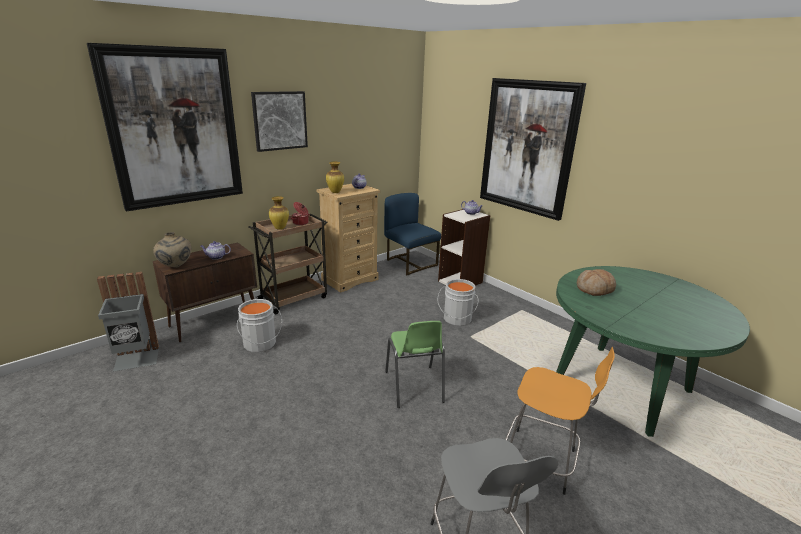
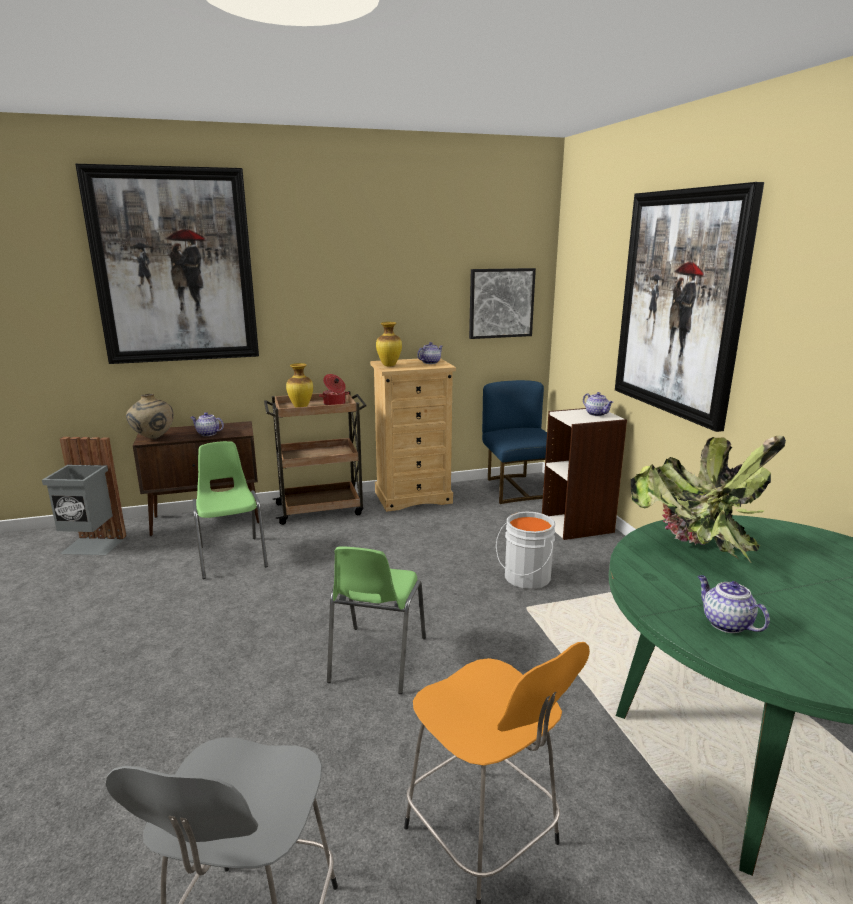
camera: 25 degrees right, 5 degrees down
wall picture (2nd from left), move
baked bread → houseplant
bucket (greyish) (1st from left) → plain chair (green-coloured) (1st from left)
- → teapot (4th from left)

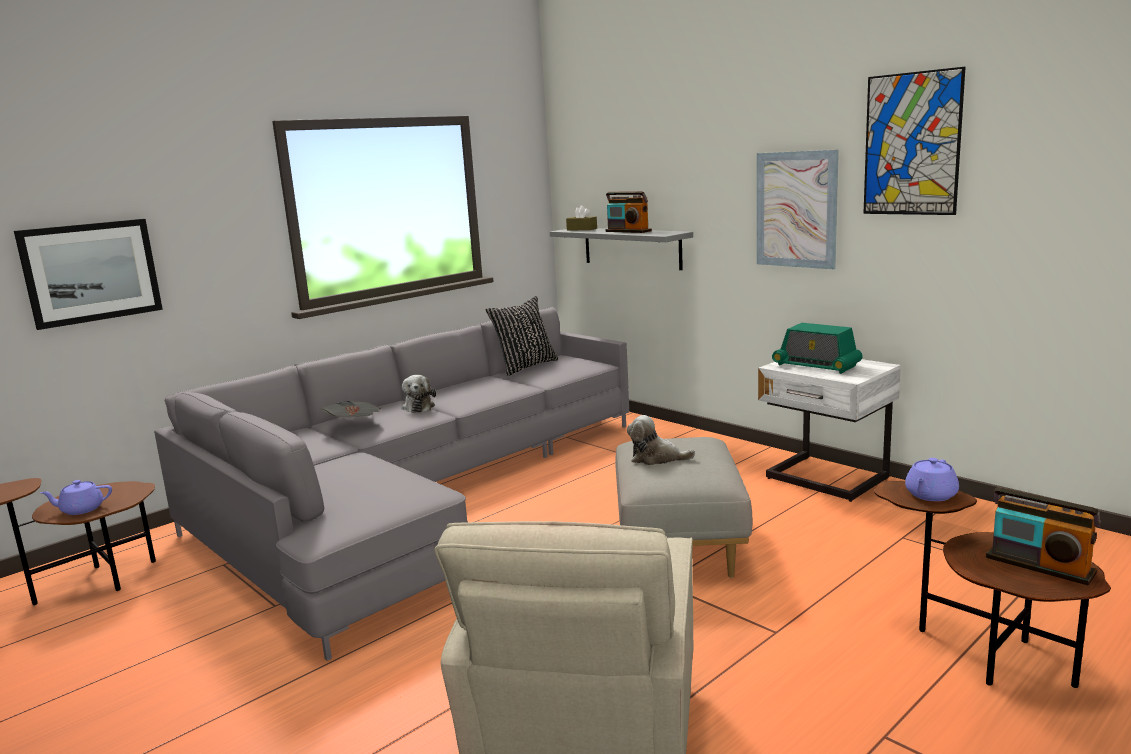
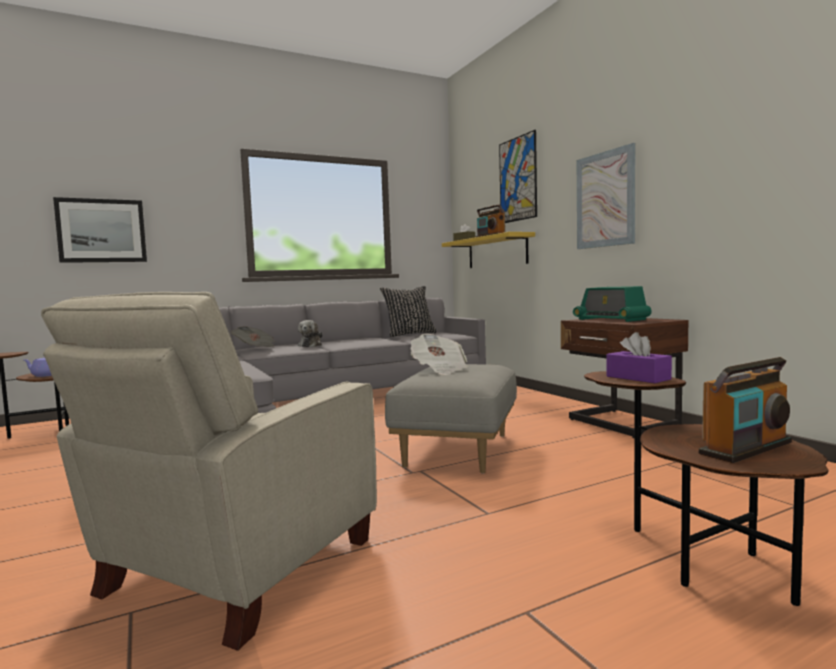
camera: 15 degrees right, 10 degrees down
wall picture (3rd from left in the first image) → wall picture (2nd from left), move
bracket shelf (greyish) → bracket shelf (yellow-coloured)
bedside table (whitish) → bedside table (brownish)
cuddly toy (2nd from left) → newspaper (2nd from left)
teapot (purplish) (2nd from left) → tissue box (purplish)
radio set (3rd from left), 90 degrees counterclockwise

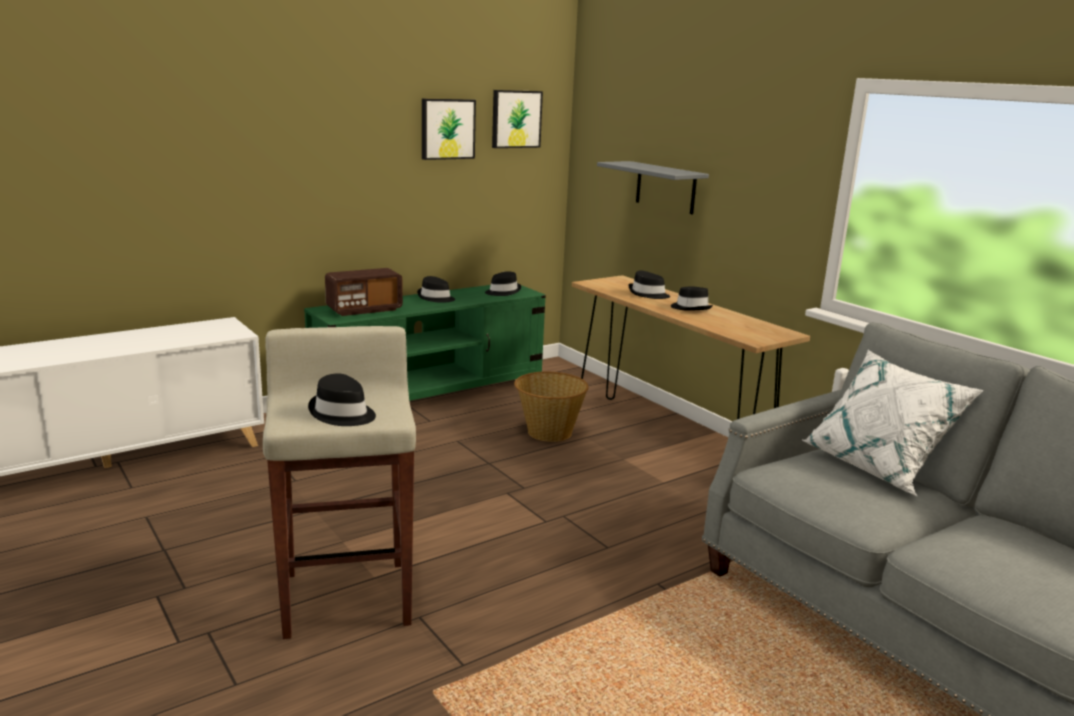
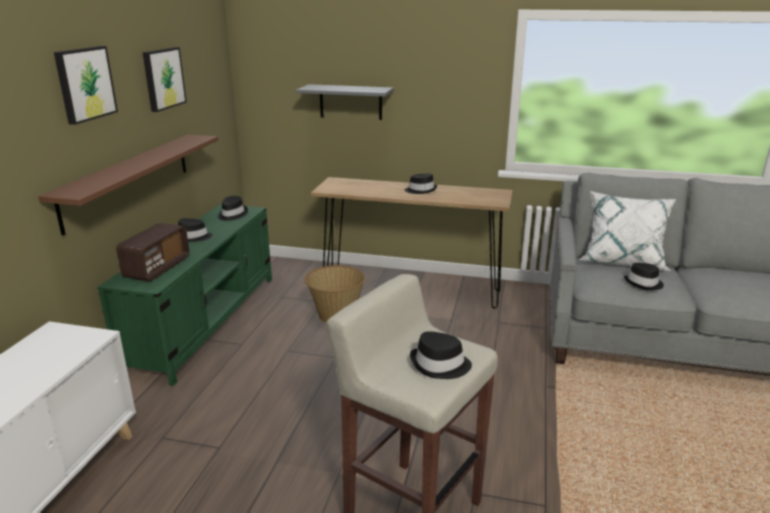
camera: 40 degrees left, 5 degrees up
wall picture (2nd from left in the first image) → wall picture (1st from left), move
clothing hat (black-coloured) (4th from left in the first image) → clothing hat (black-coloured) (5th from left), move
- → bracket shelf (brownish)

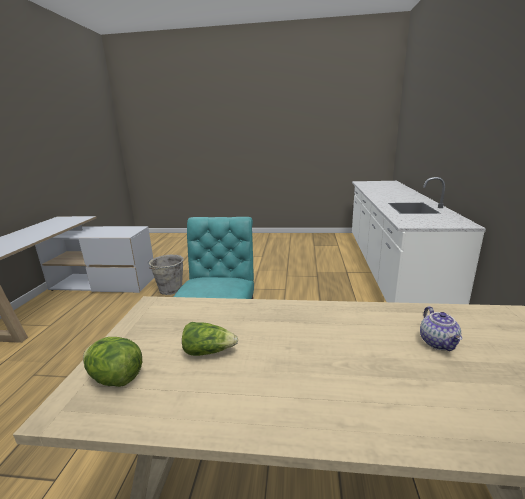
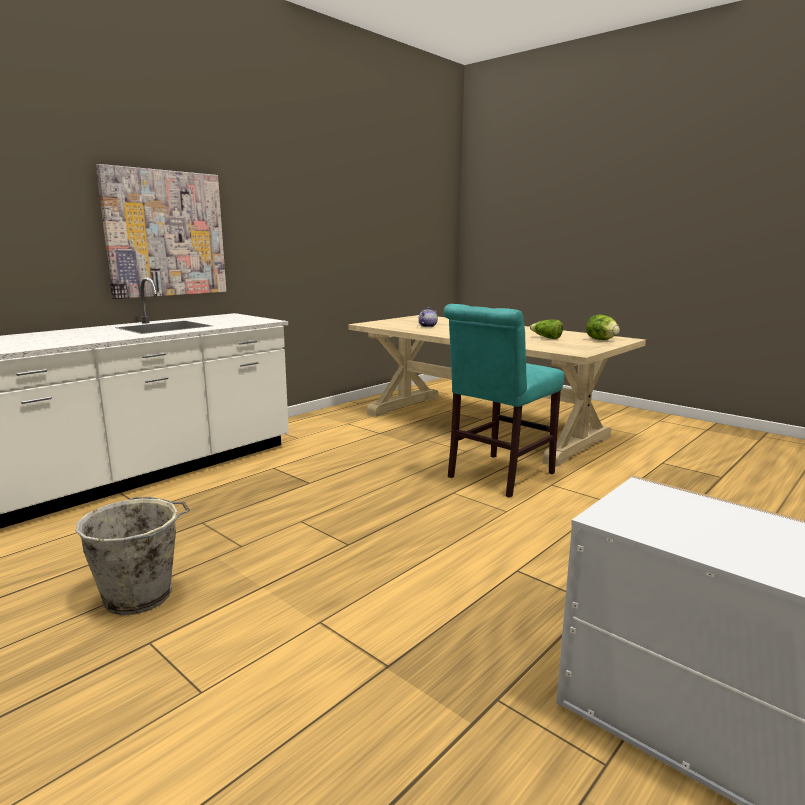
camera: 145 degrees left, 5 degrees down
bucket (greyish), move
- → wall picture

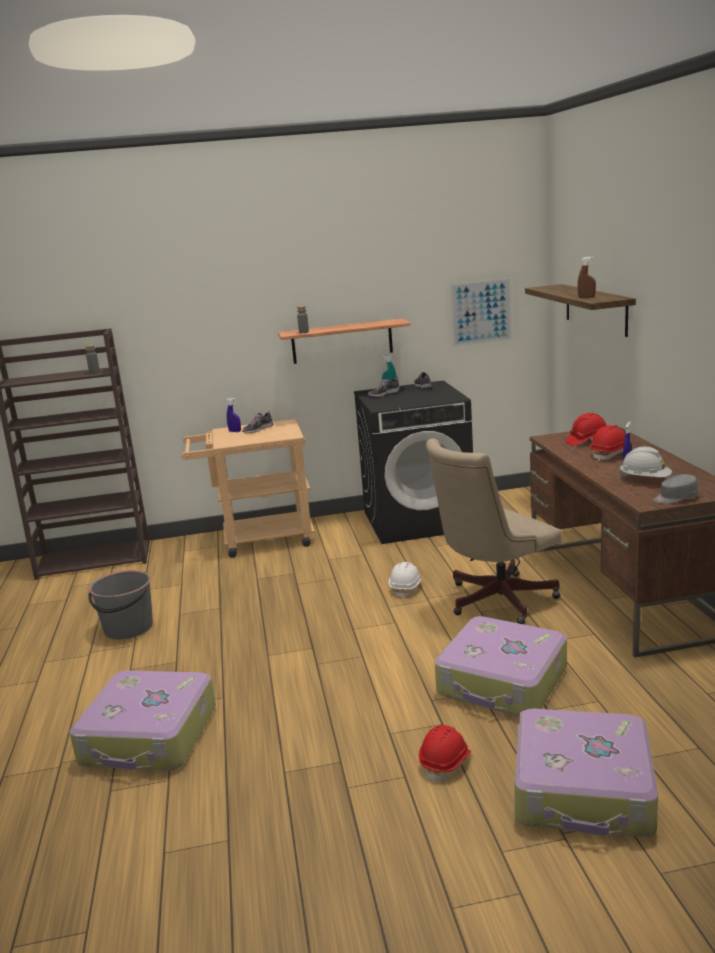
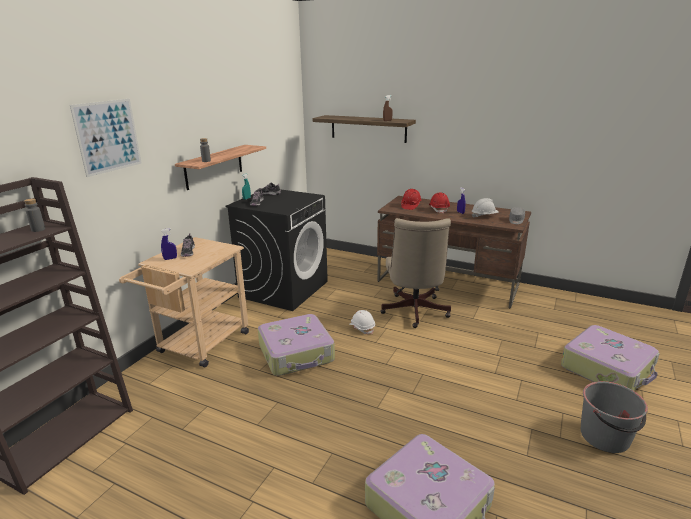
camera: 55 degrees left, 5 degrees up
wall picture, move
bucket (greyish), move
travel case (2nd from left in the first image) → travel case (1st from left), move
safety helmet (reddish) (1st from left) → -

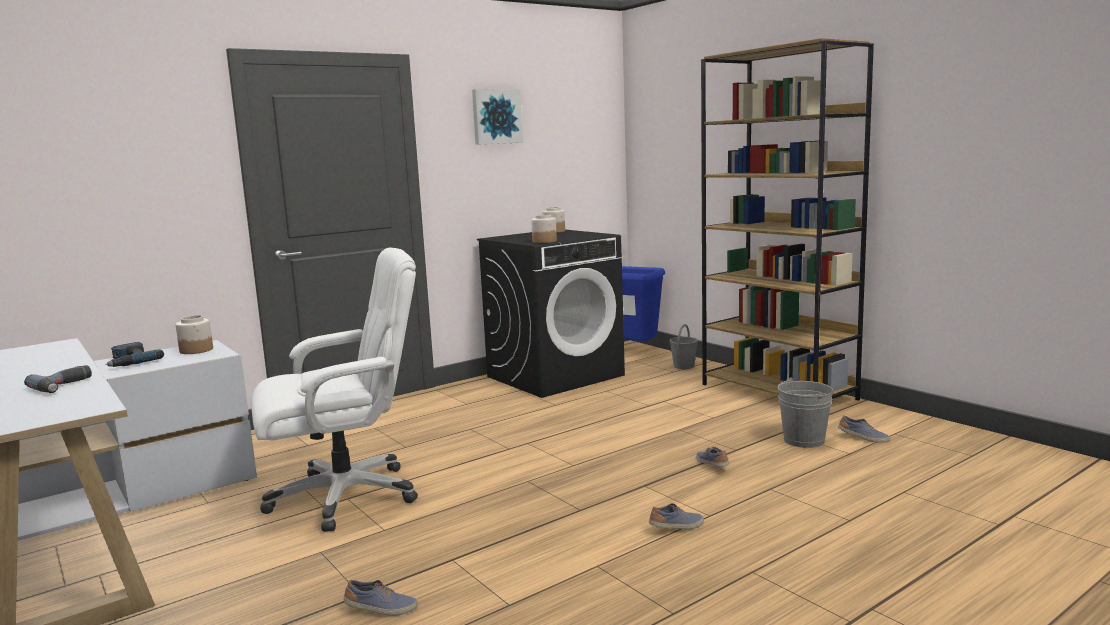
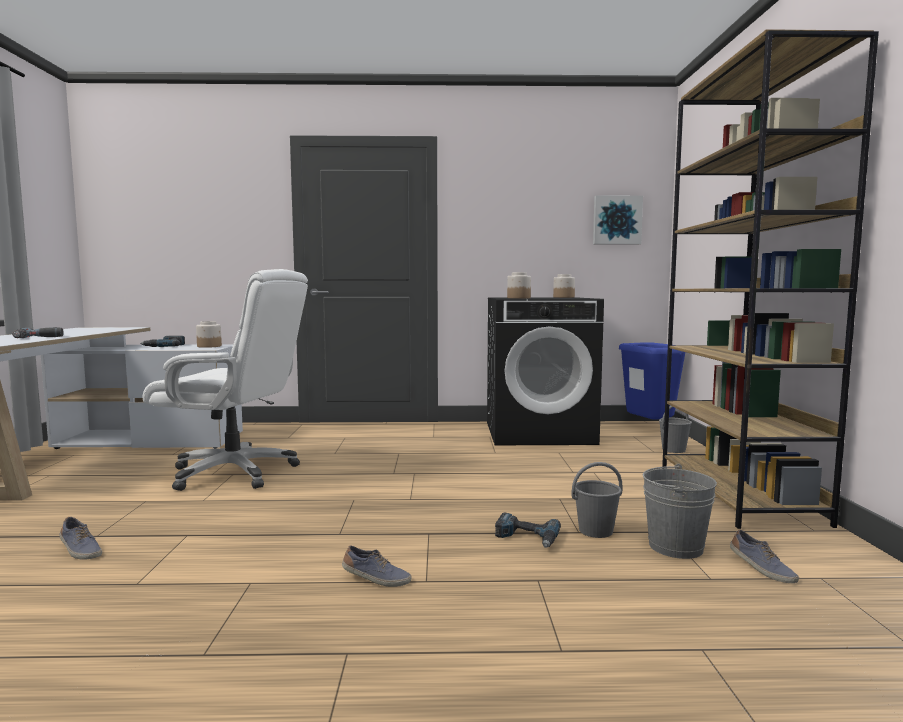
camera: 35 degrees right, 5 degrees down
wall picture, move
low shoe (3rd from left) → power drill (3rd from left)
- → bucket (greyish) (1st from left)

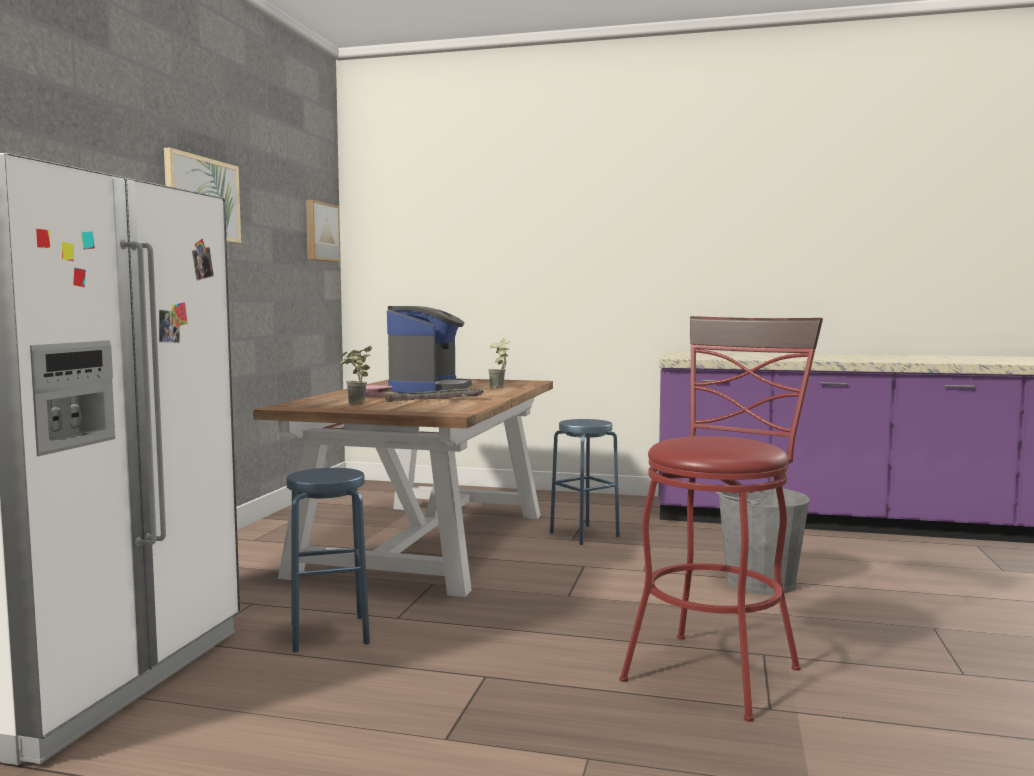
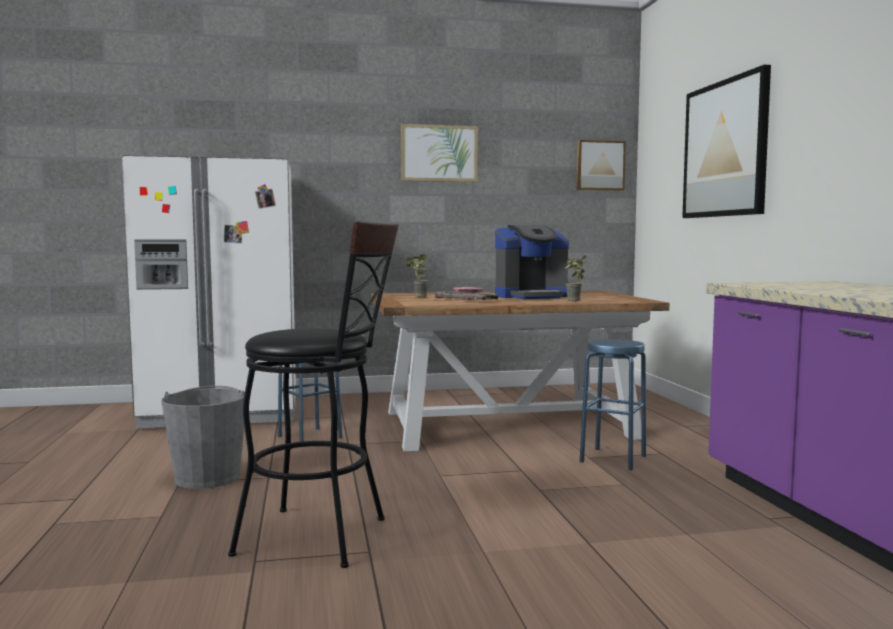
camera: 65 degrees right, 0 degrees up
stool (reddish) → stool (black-coloured)
bucket (greyish), move
- → wall picture (3rd from left)

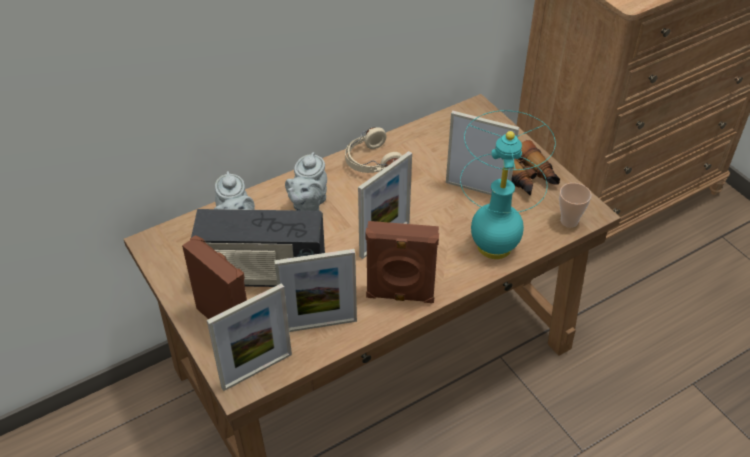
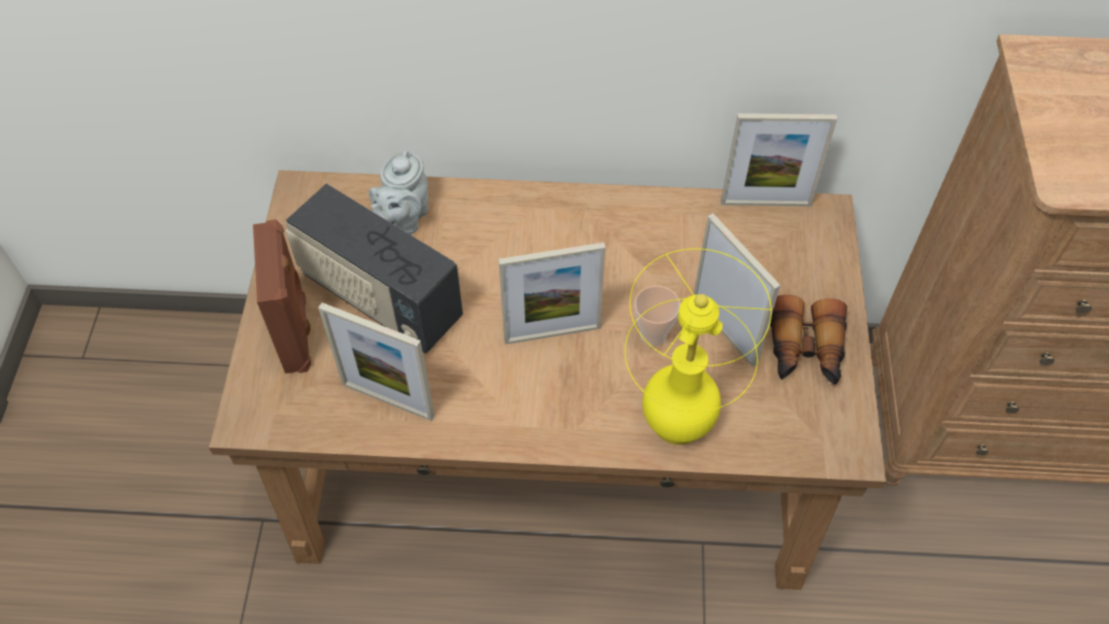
camera: 35 degrees right, 10 degrees up
tabletop lamp (turquoise) → tabletop lamp (yellow-coloured)
headset (beige-coloured) → -
teapot (greyish) (2nd from left) → -
cup, move
speaker (brownish) (2nd from left) → -
photo frame (1st from left in the first image) → photo frame (4th from left), move

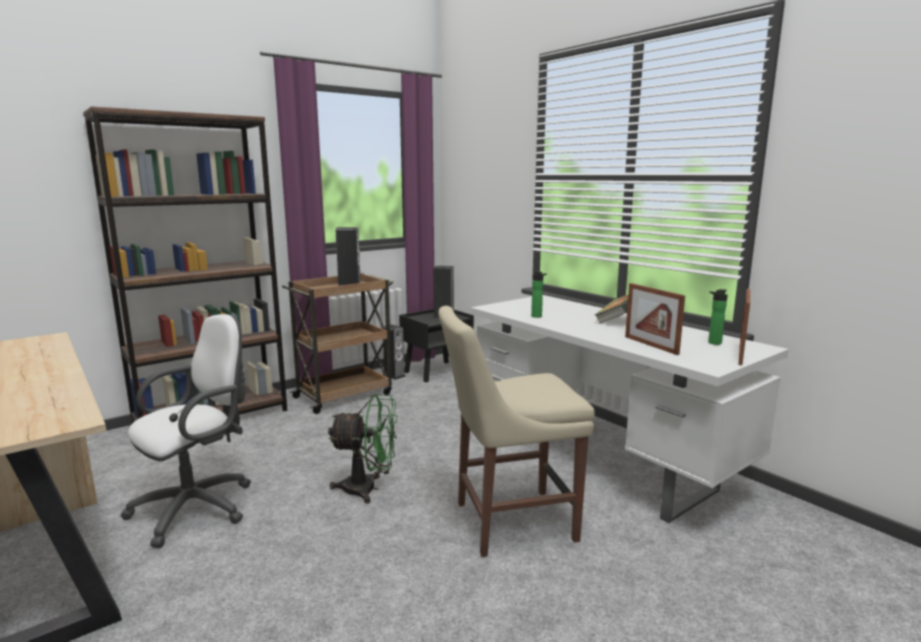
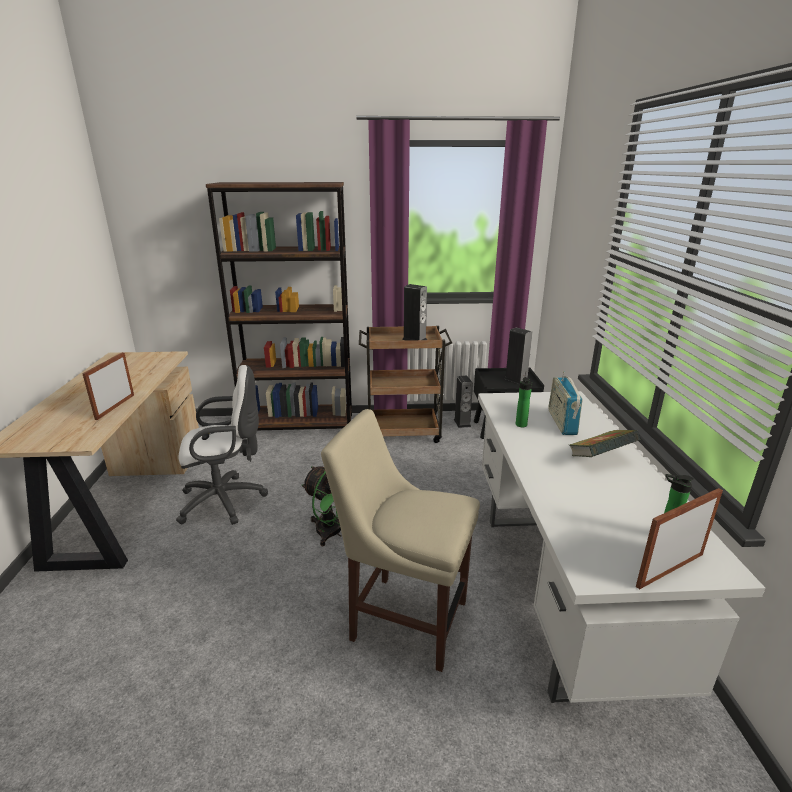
camera: 35 degrees right, 10 degrees up
photo frame (1st from left), move
- → radio set

